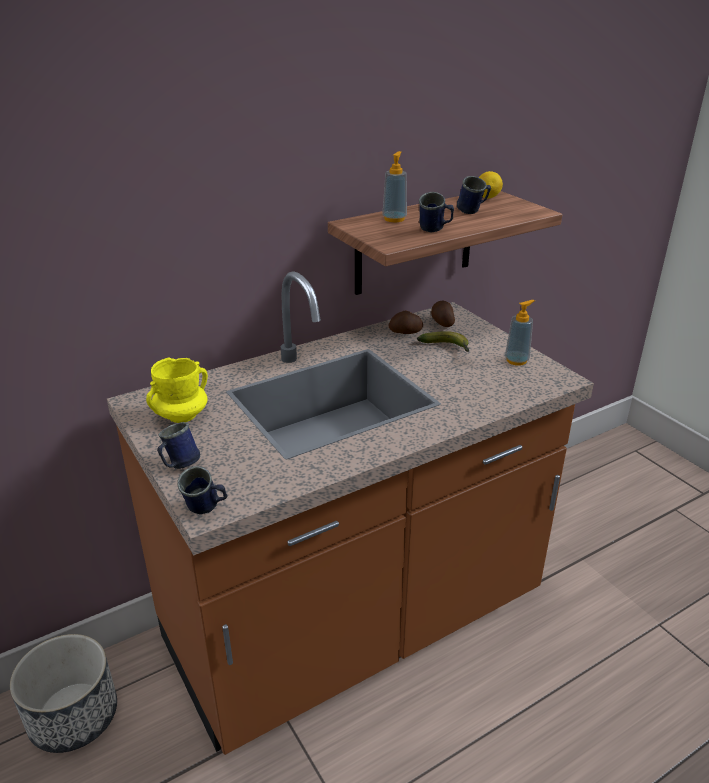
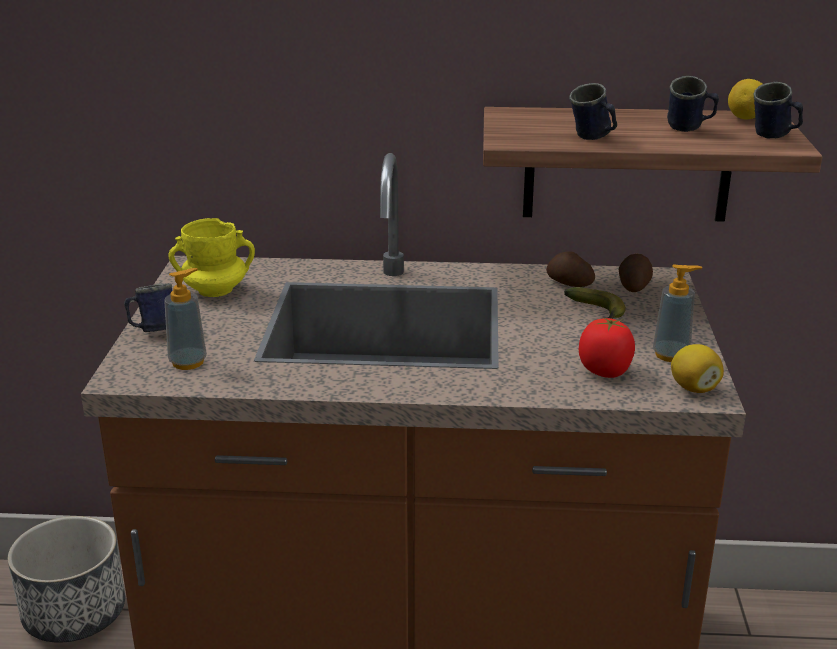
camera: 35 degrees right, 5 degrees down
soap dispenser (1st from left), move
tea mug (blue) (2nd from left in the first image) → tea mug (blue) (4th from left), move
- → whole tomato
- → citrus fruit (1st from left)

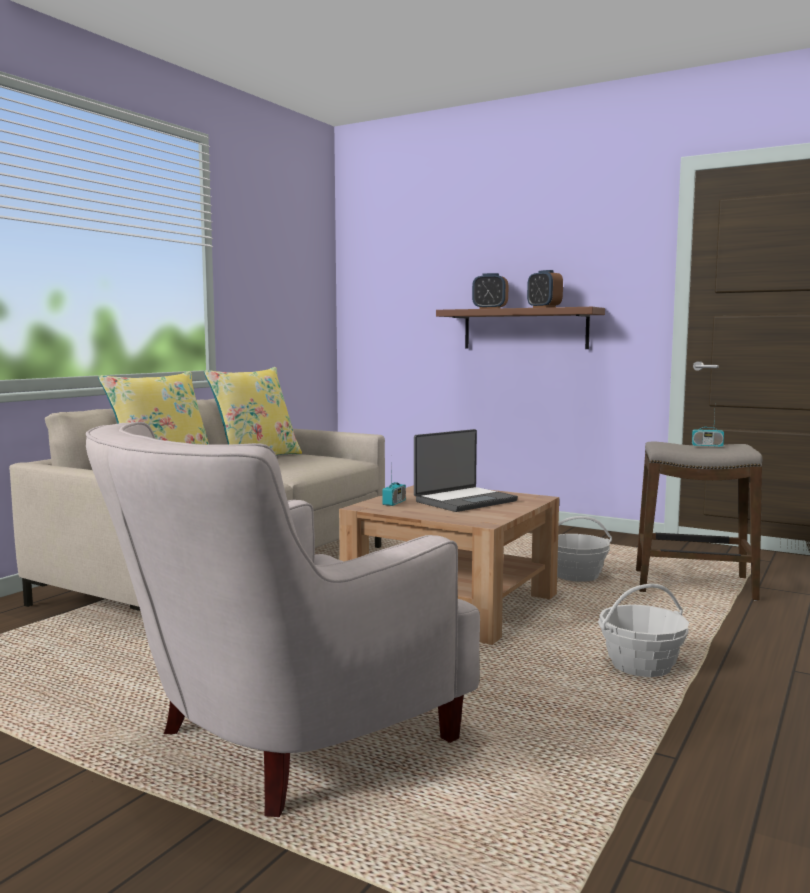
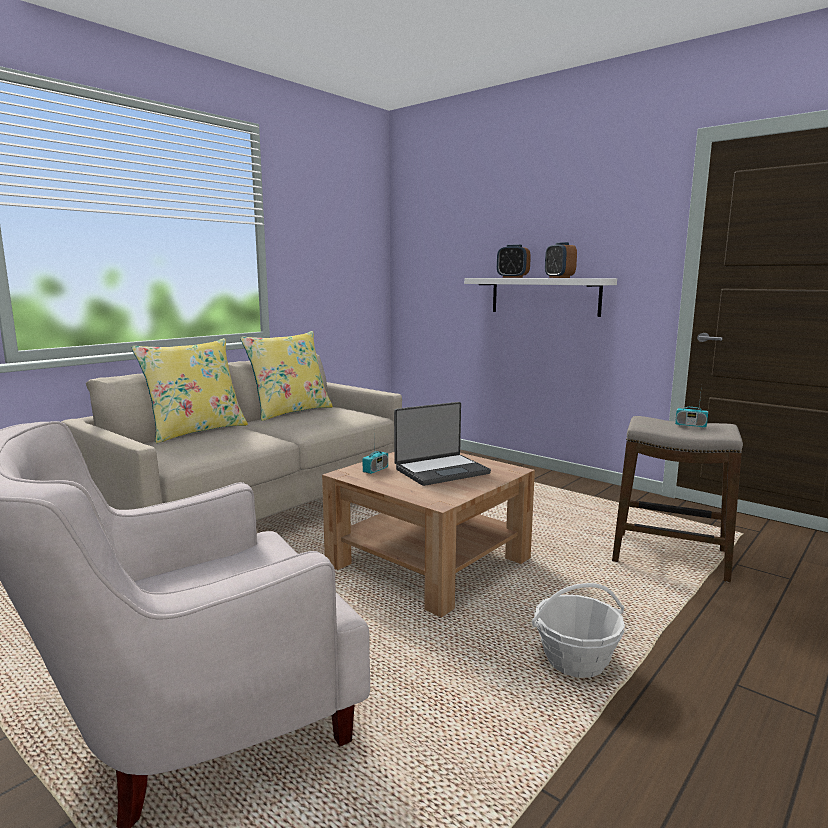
camera: 10 degrees right, 5 degrees up
bracket shelf (brownish) → bracket shelf (whitish)
basket (1st from left) → -

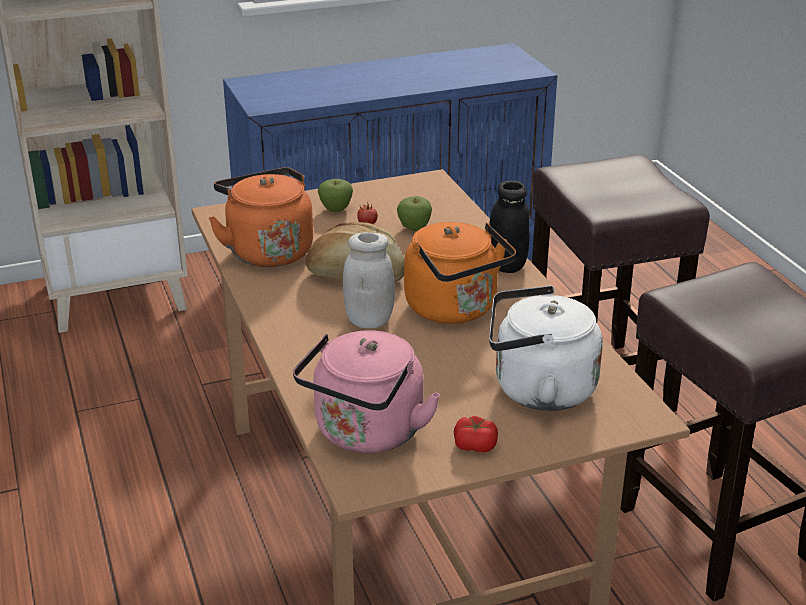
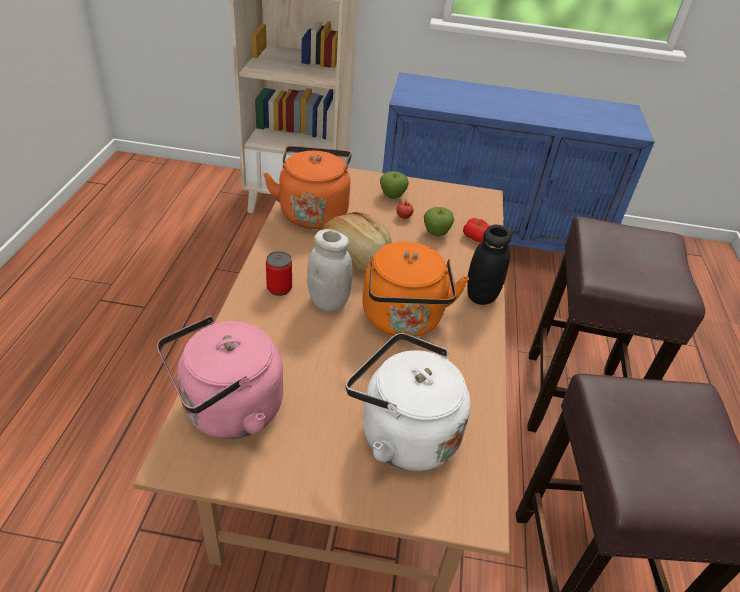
camera: 25 degrees right, 10 degrees up
whole tomato (2nd from left), move
- → sealed can

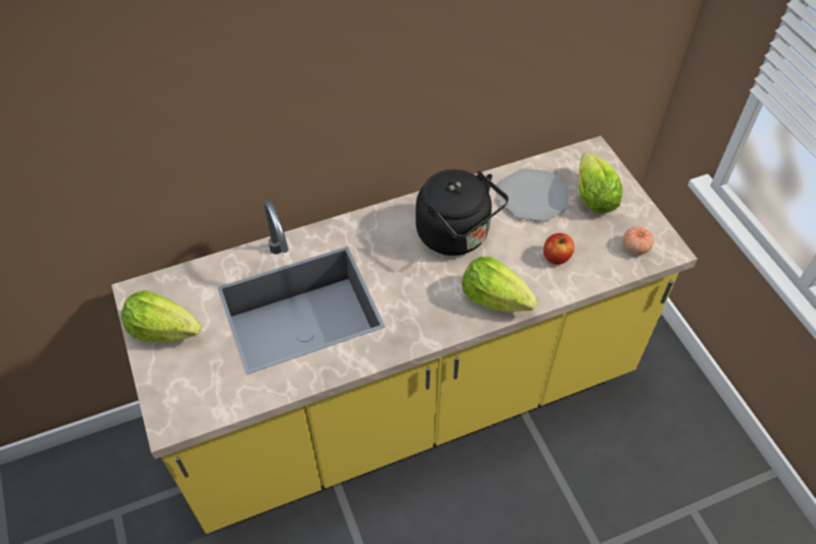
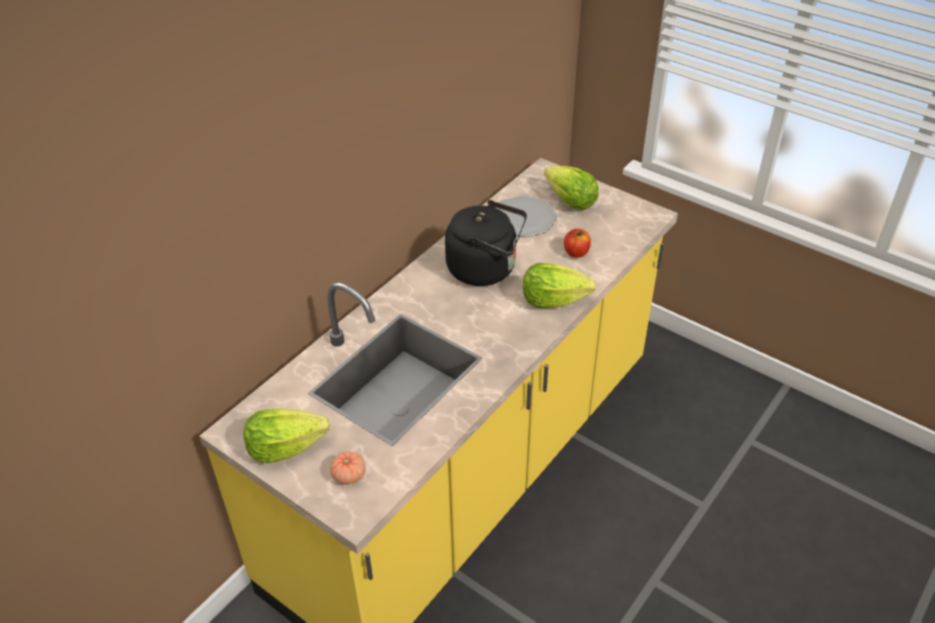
camera: 30 degrees left, 10 degrees down
whole tomato, move

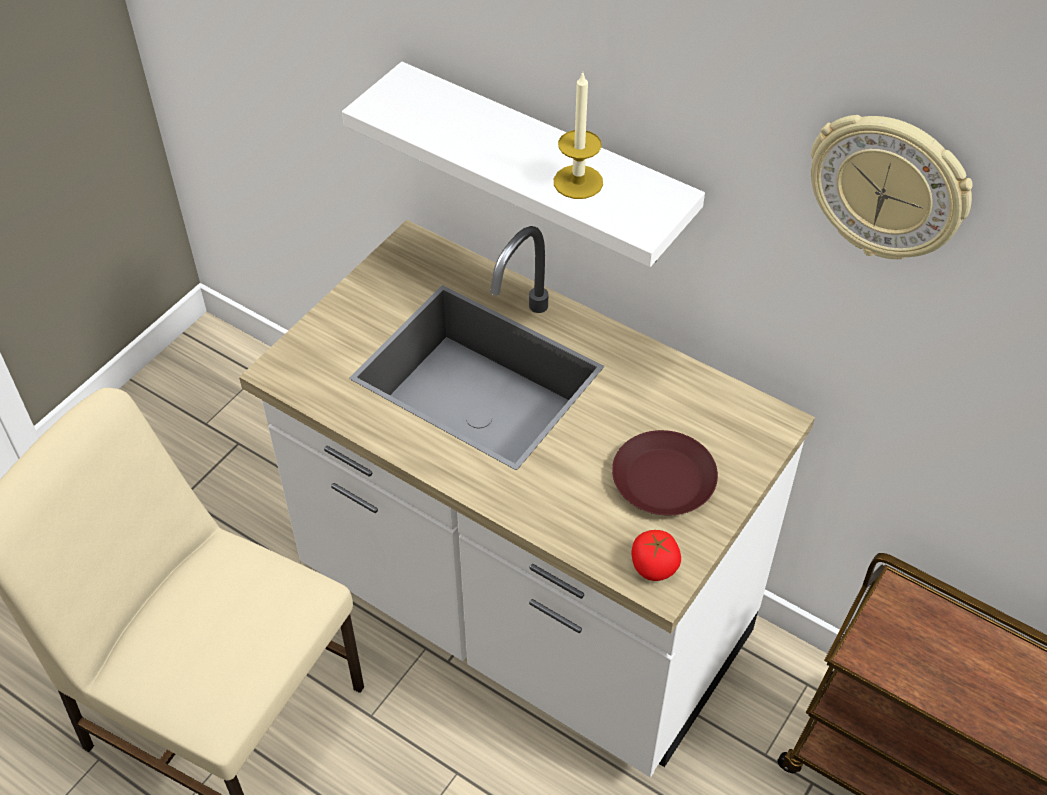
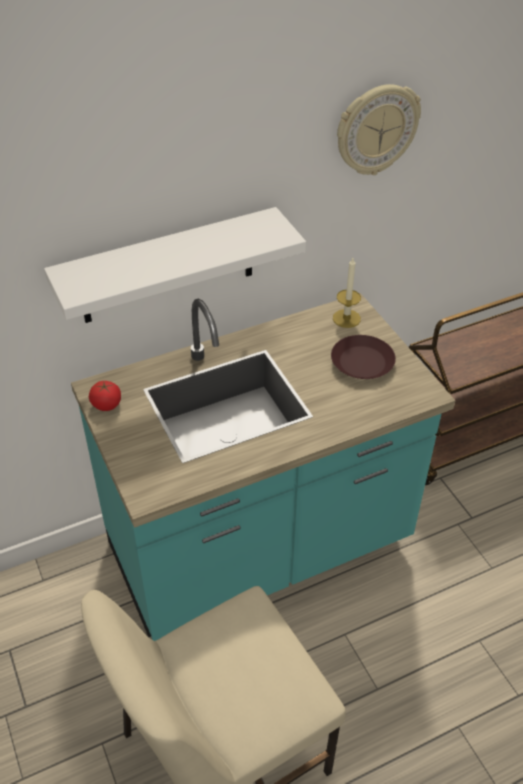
camera: 60 degrees left, 5 degrees down
candle, move
counter (whitish) → counter (turquoise)
whole tomato, move

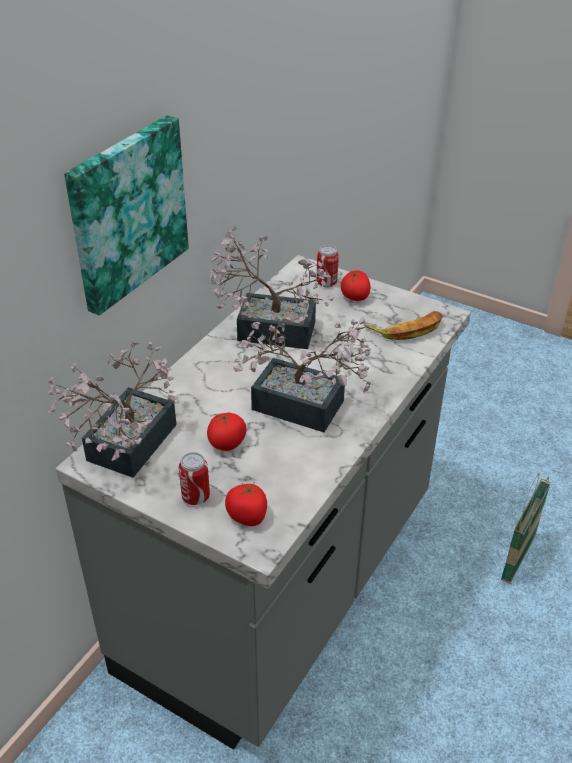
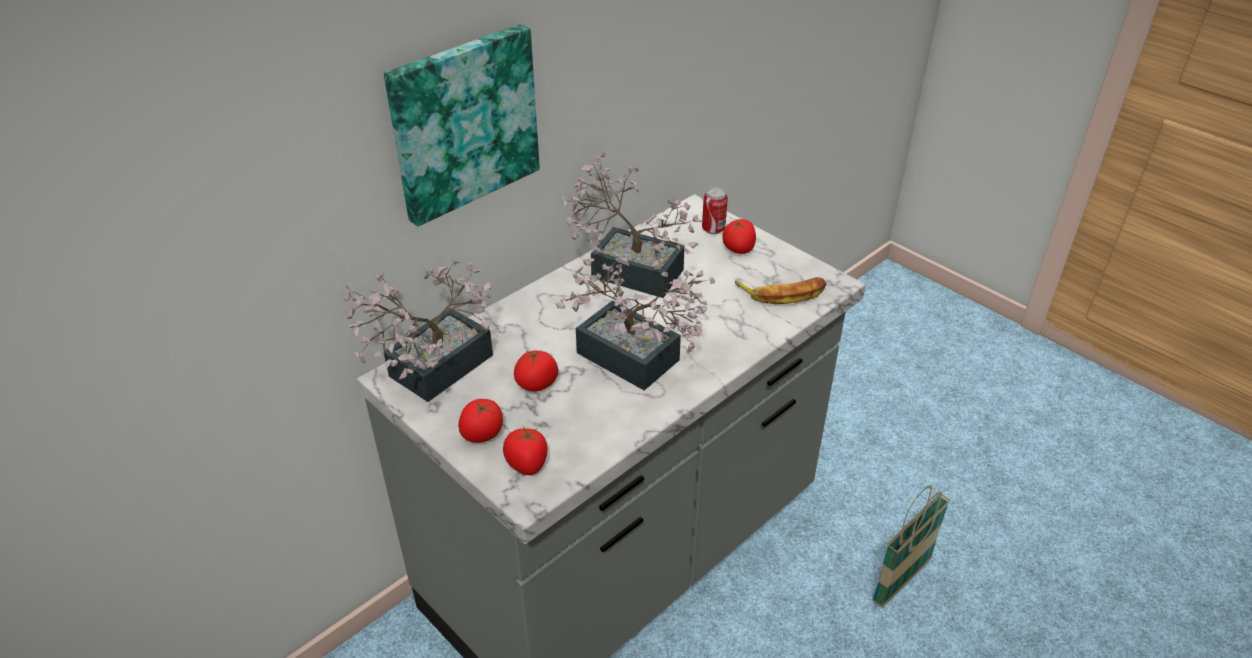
camera: 15 degrees right, 0 degrees up
sealed can (1st from left) → whole tomato (1st from left)

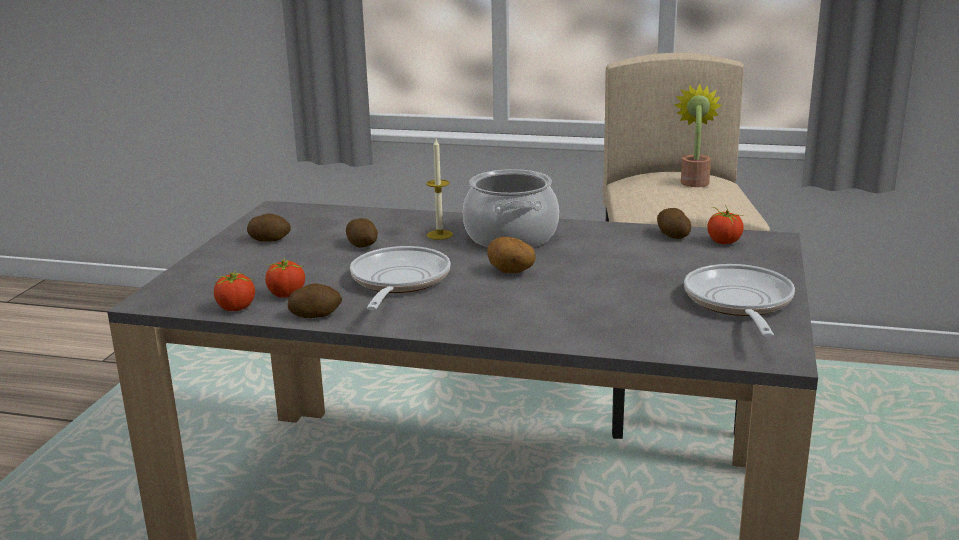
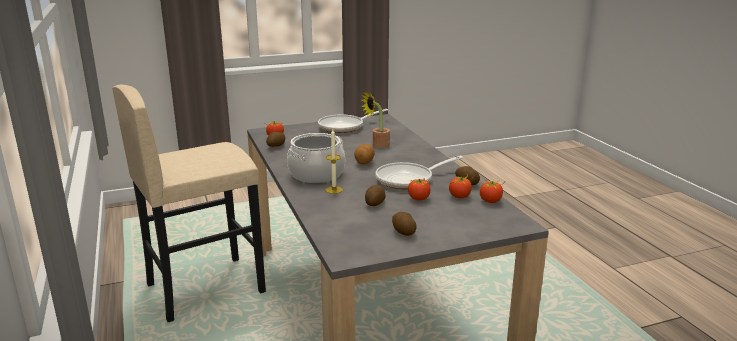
camera: 125 degrees left, 0 degrees up
houseplant, move
- → whole tomato (2nd from left)

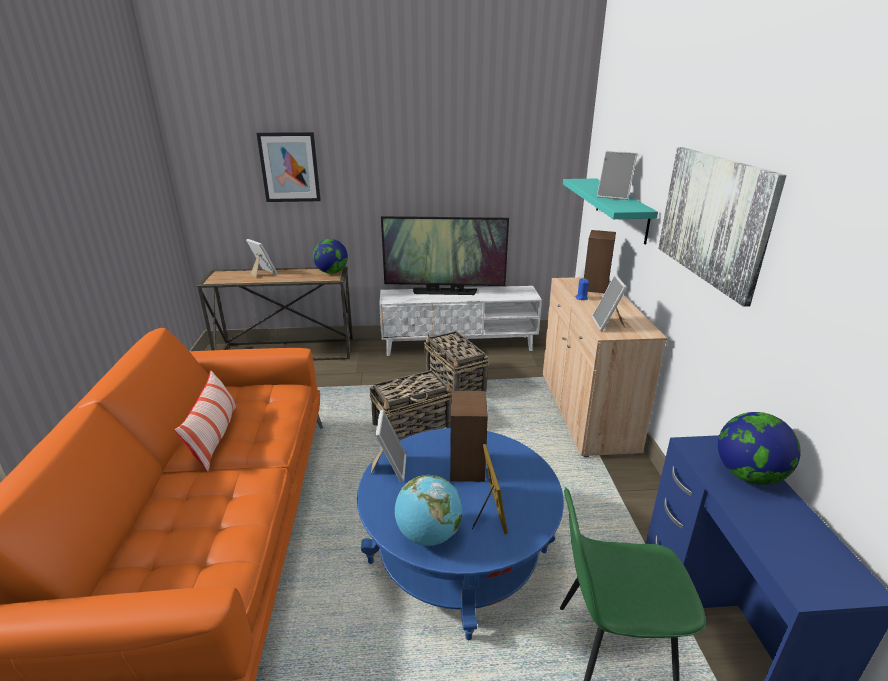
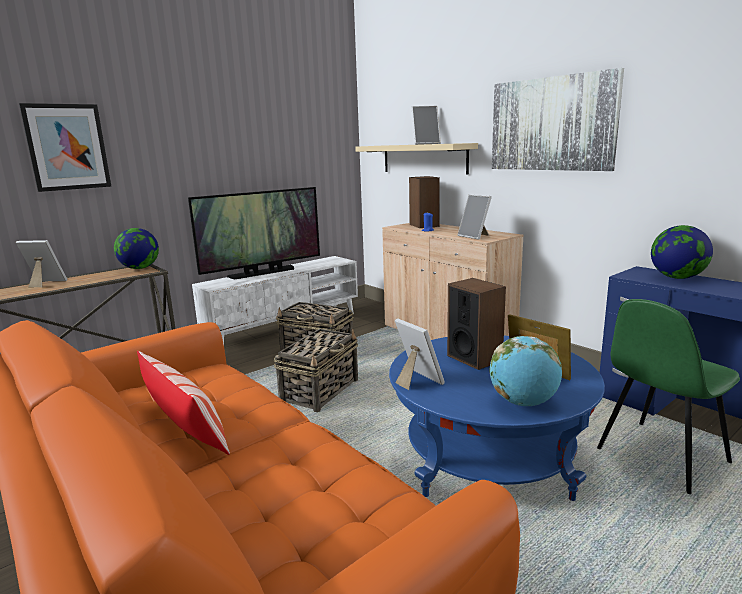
camera: 35 degrees left, 10 degrees down
bracket shelf (turquoise) → bracket shelf (beige-coloured)

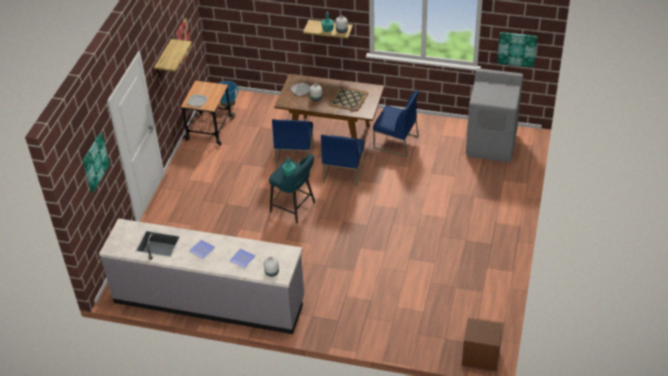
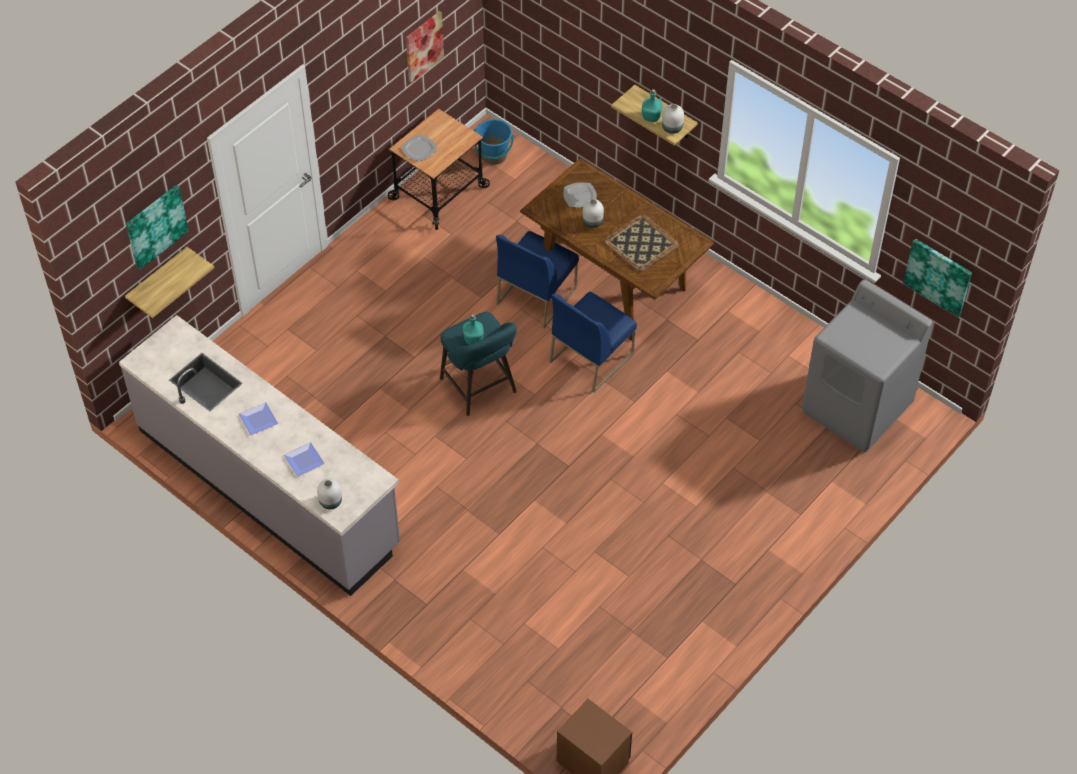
camera: 25 degrees right, 10 degrees up
bracket shelf (1st from left), move
plain chair (blue) (3rd from left) → -

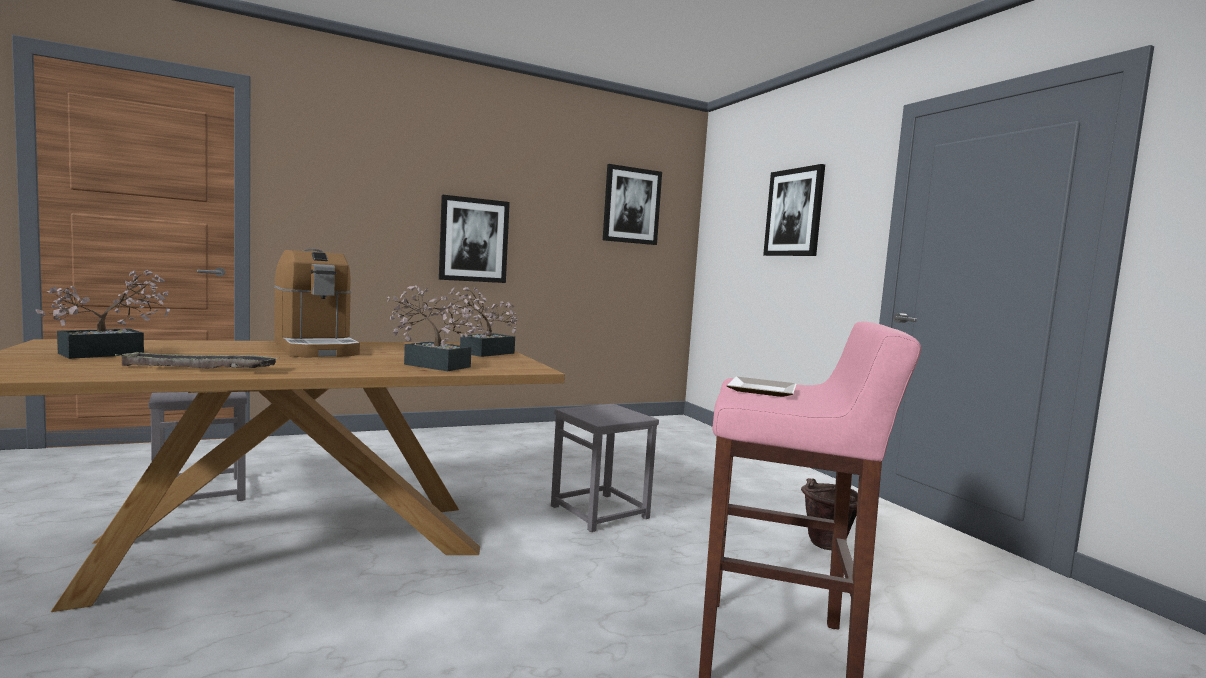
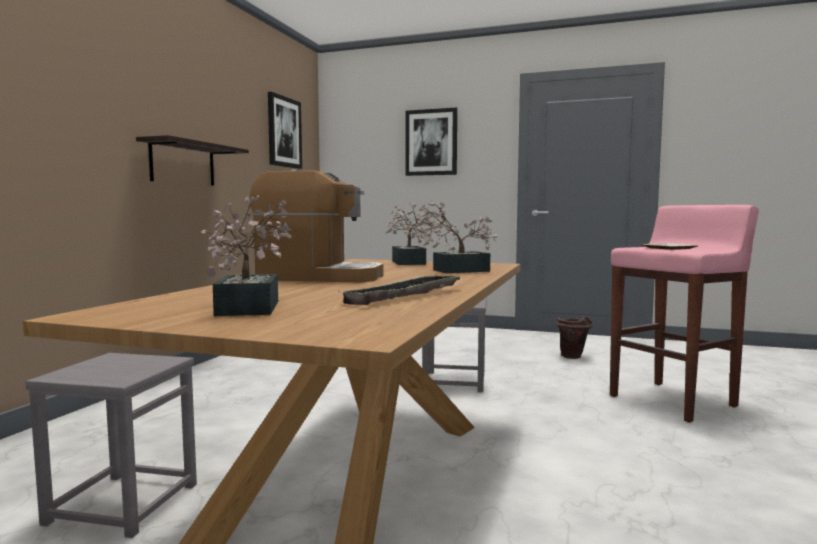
camera: 45 degrees left, 0 degrees up
wall picture (1st from left) → bracket shelf

